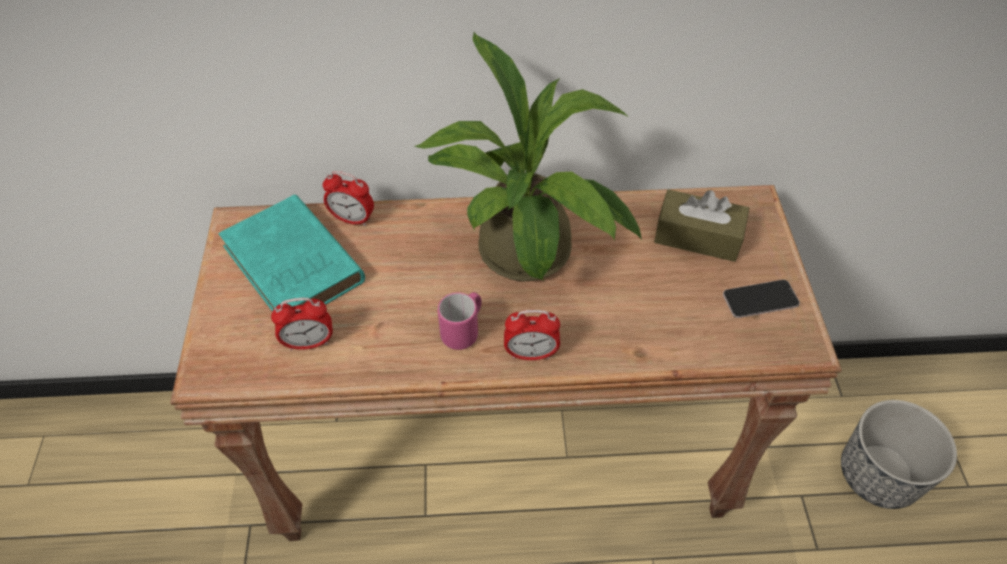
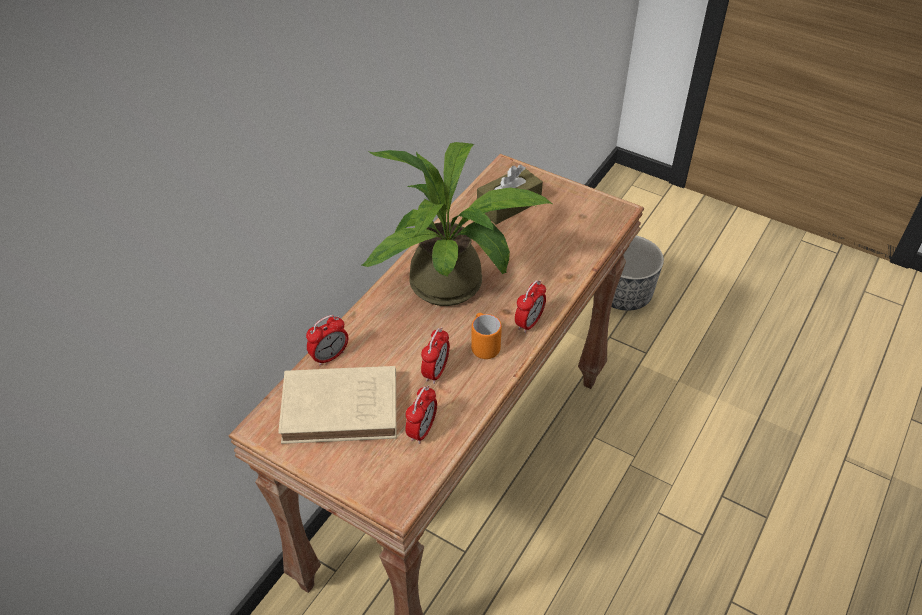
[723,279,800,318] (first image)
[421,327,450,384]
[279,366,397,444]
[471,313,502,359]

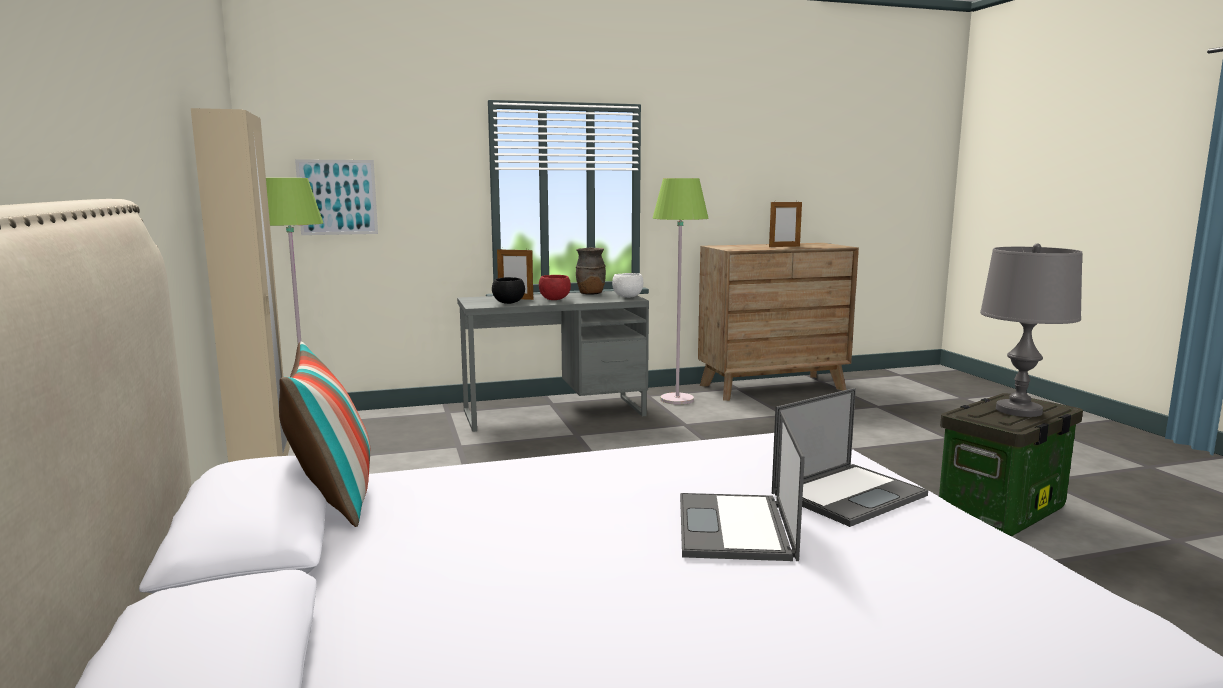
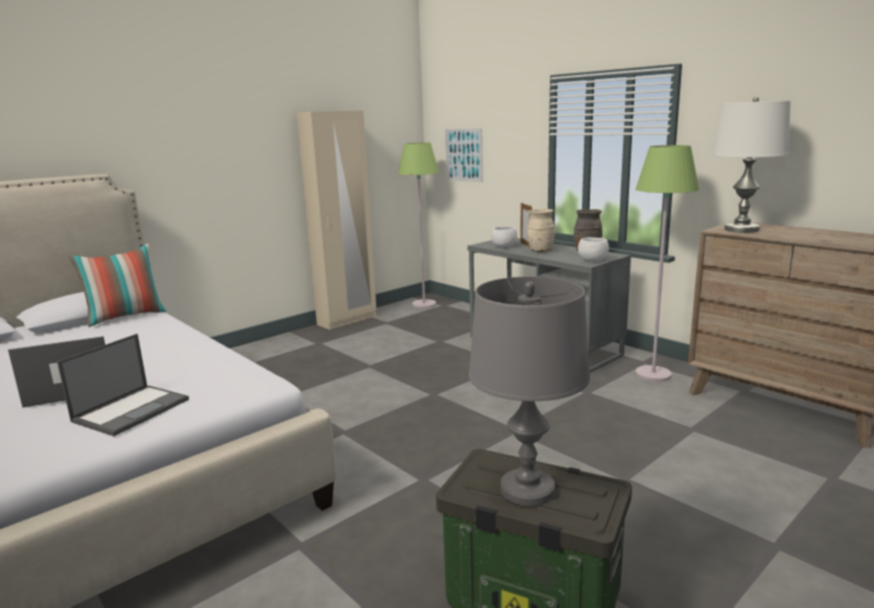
[769,200,802,247] (first image)
[713,97,791,233]
[527,209,555,252]
[491,226,518,248]
[57,334,189,436]

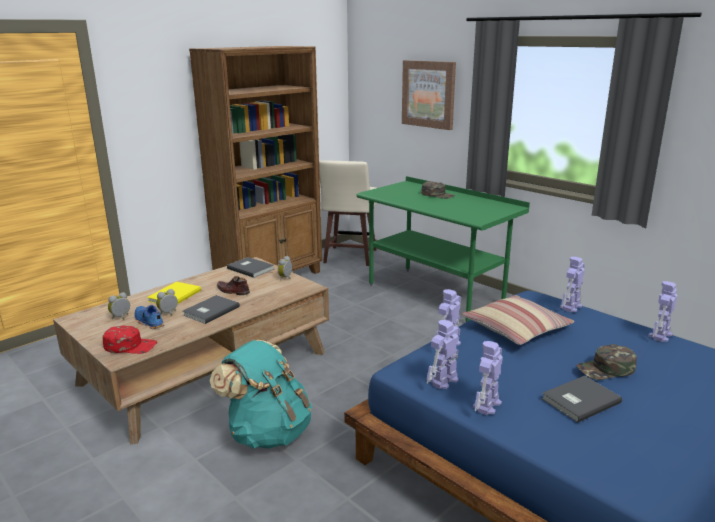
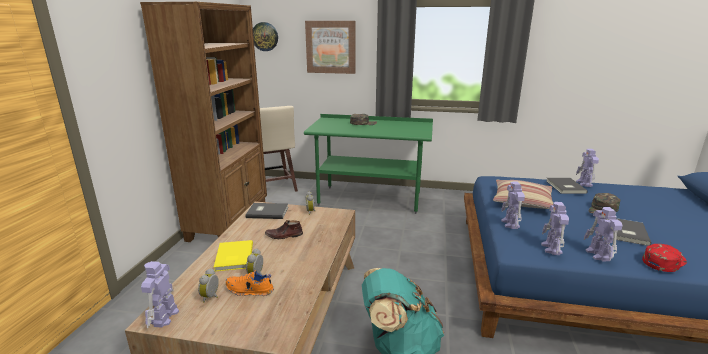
[253,22,278,51]
[642,244,687,272]
[547,178,588,194]
[141,261,179,328]
[226,271,274,296]

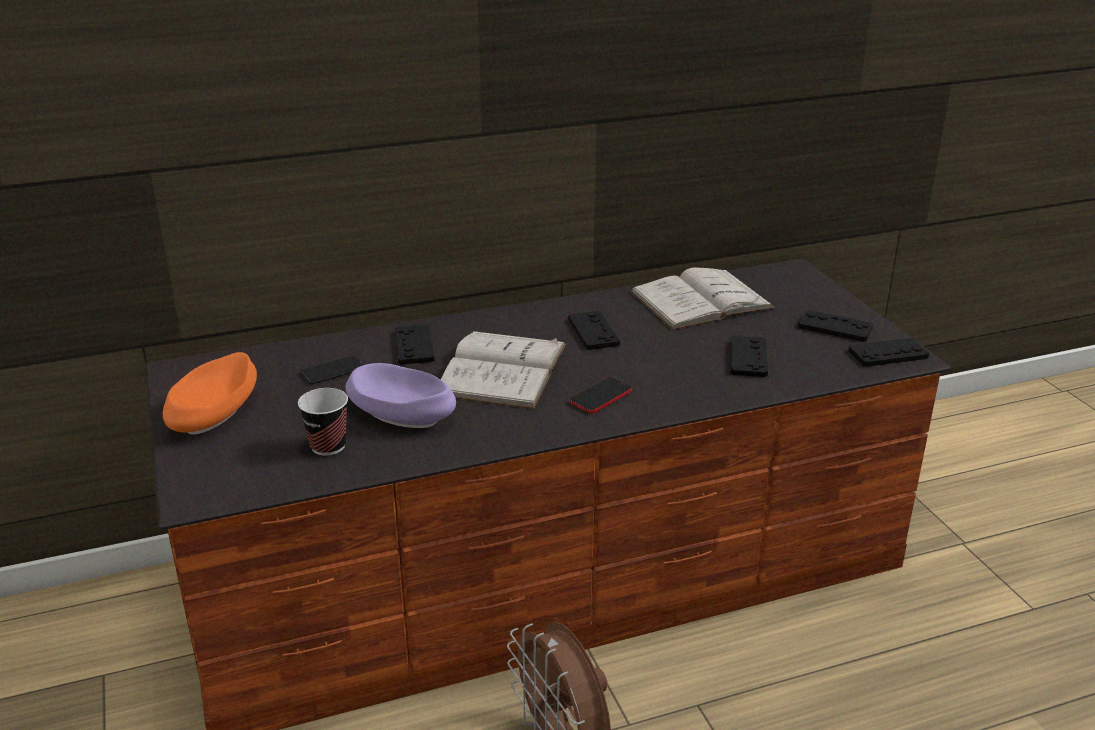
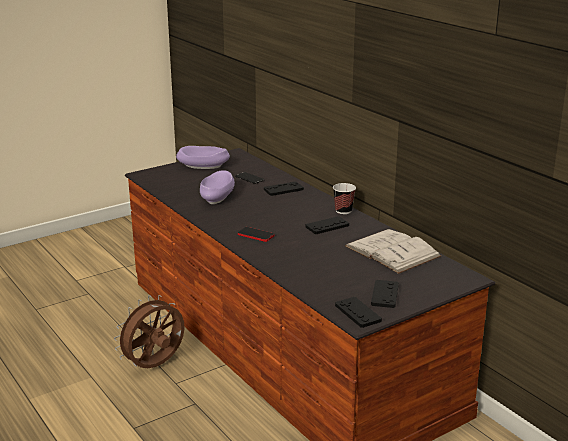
[440,331,566,409] (first image)
[730,336,768,377] (first image)
[333,183,356,214]
[176,146,230,169]

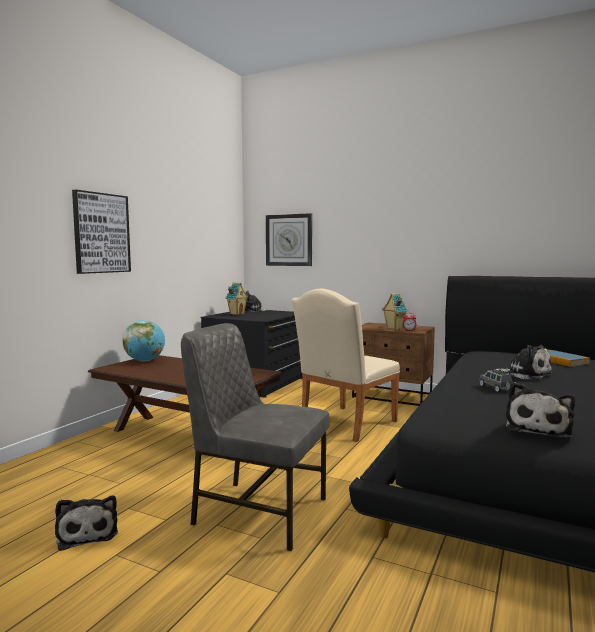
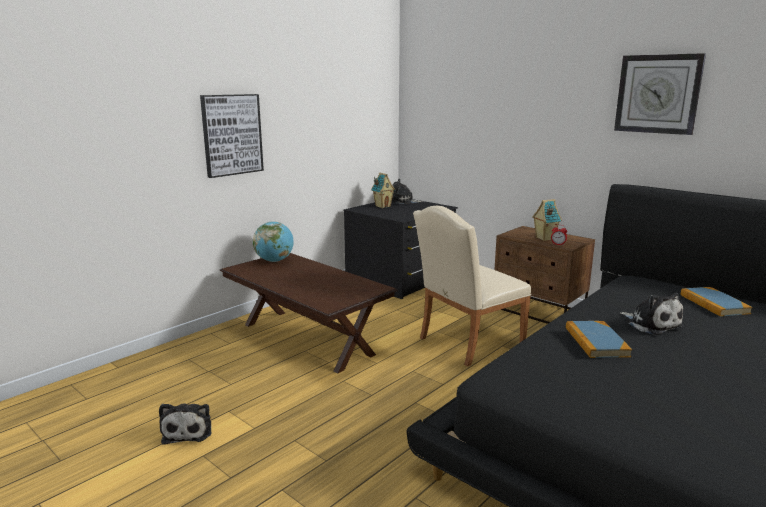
[181,323,330,551] (first image)
[506,382,575,438] (first image)
[614,53,706,135]
[566,321,632,358]

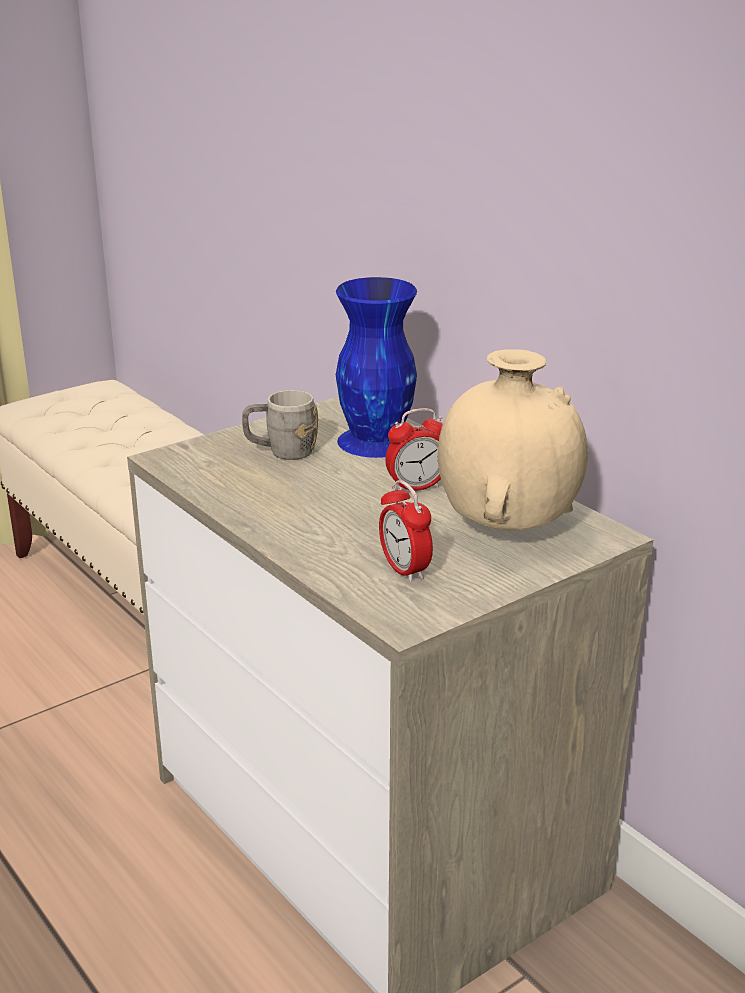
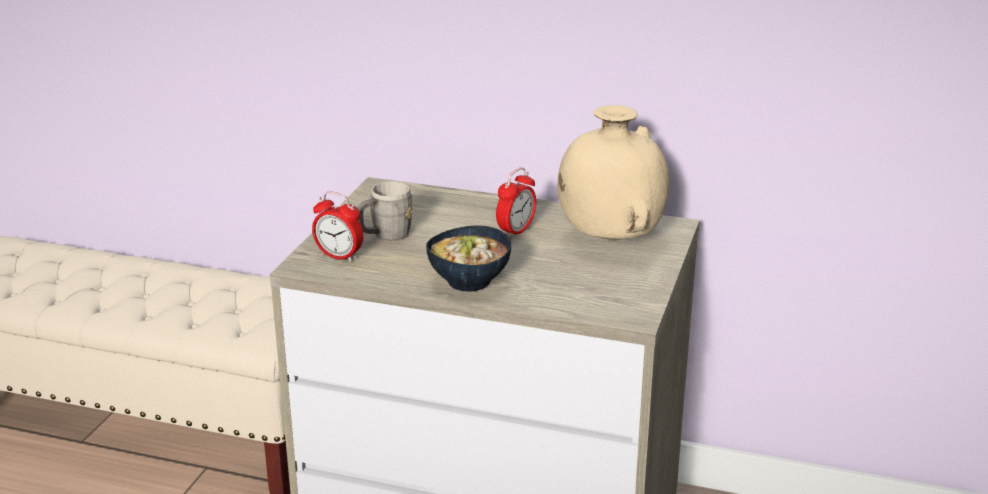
[336,277,417,458] (first image)
[426,226,511,292]
[312,192,363,262]

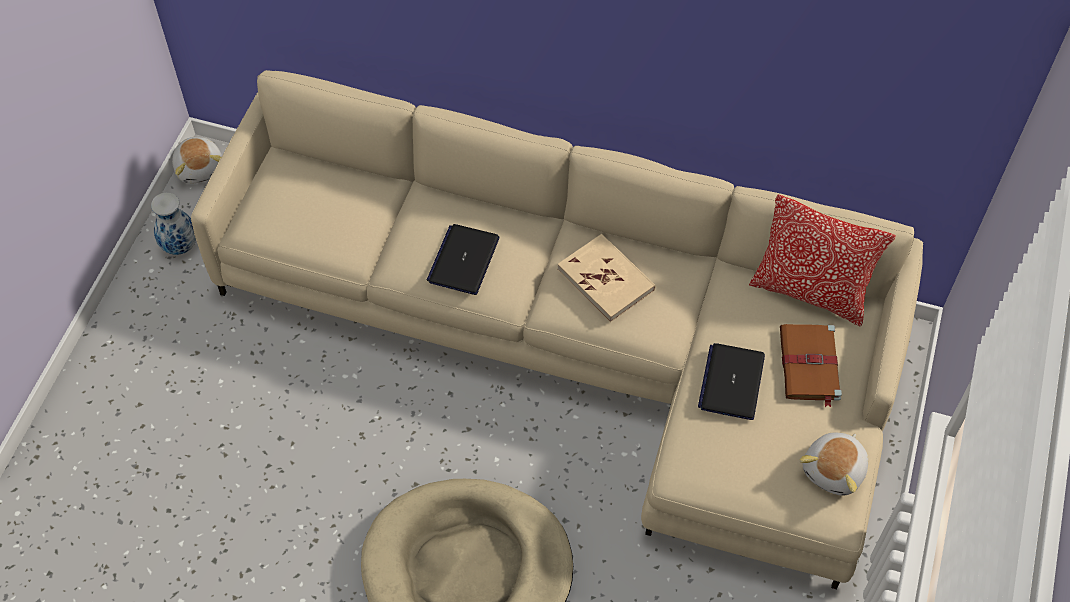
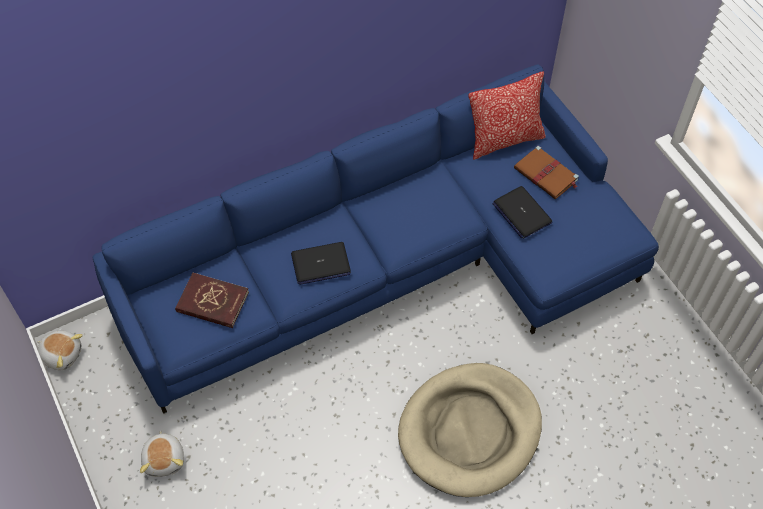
[151,193,196,255] (first image)
[557,234,656,322] (first image)
[175,273,249,328]
[140,430,184,477]
[92,64,659,414]
[291,242,351,285]

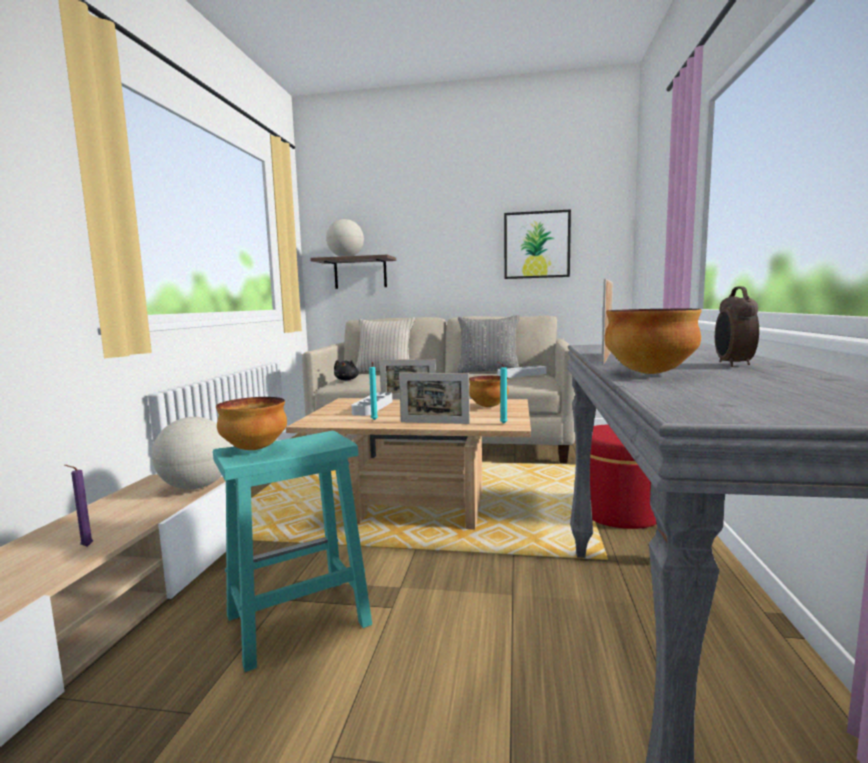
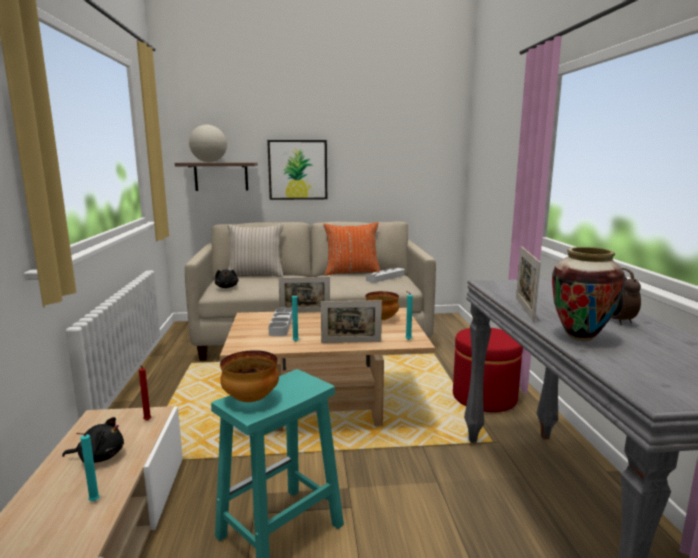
[62,417,124,463]
[267,140,327,200]
[139,366,151,421]
[552,247,625,341]
[76,433,100,501]
[323,222,380,276]

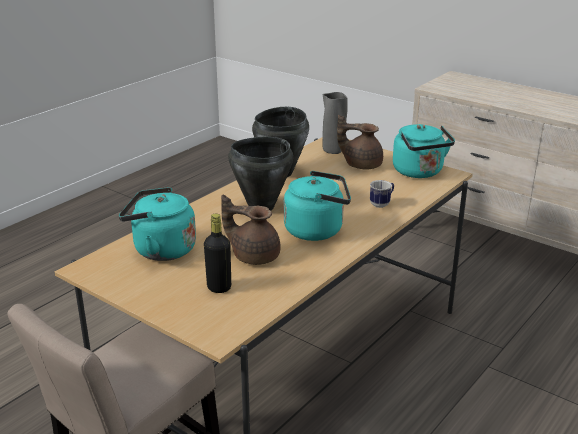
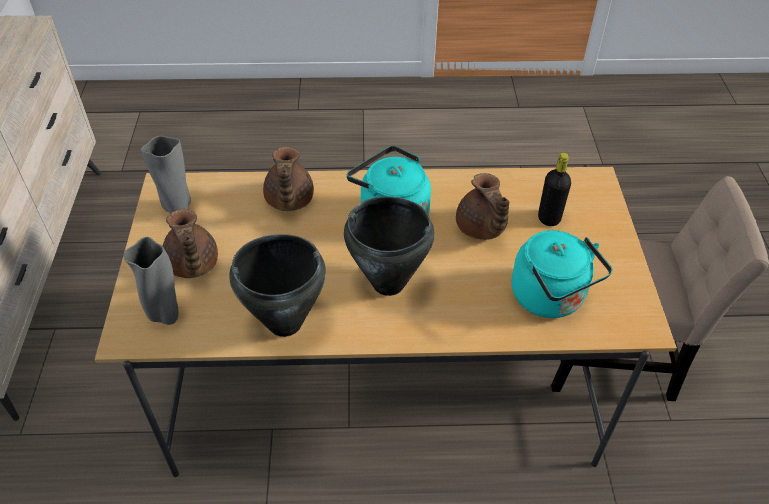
[263,146,314,211]
[141,136,191,214]

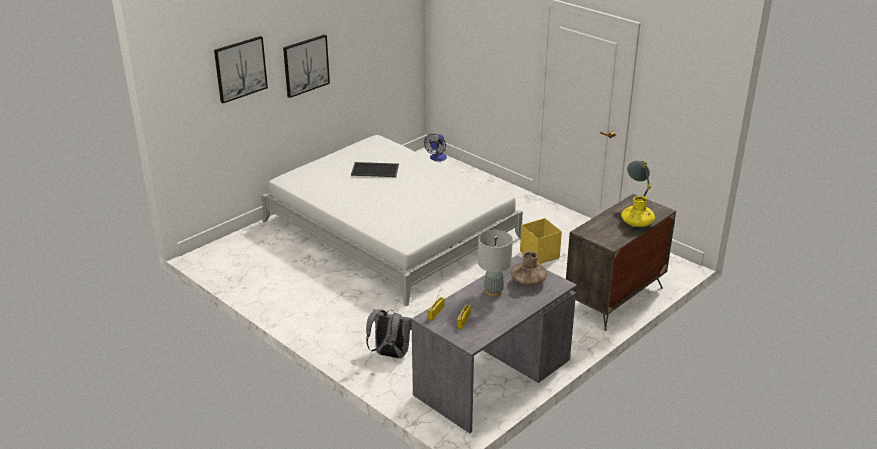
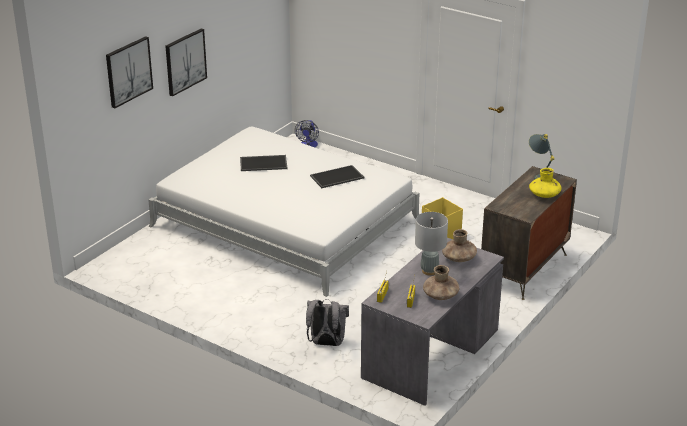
[310,165,364,188]
[423,265,459,300]

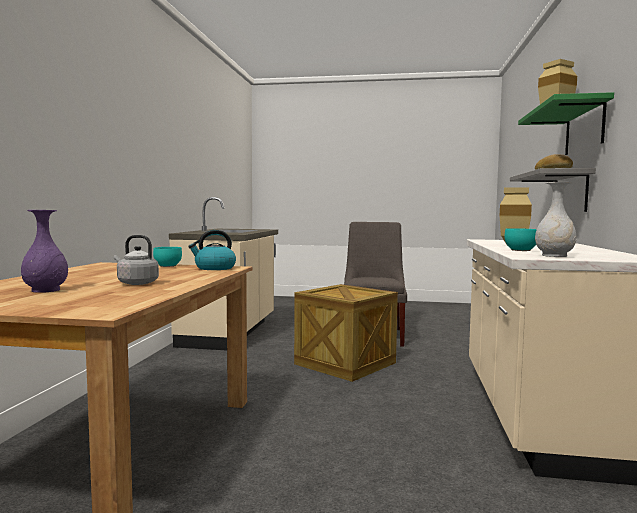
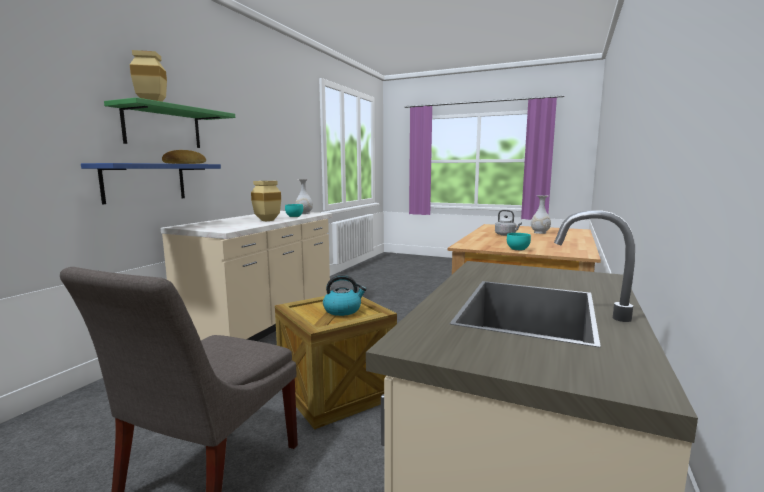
[323,275,367,316]
[531,195,551,234]
[81,163,221,204]

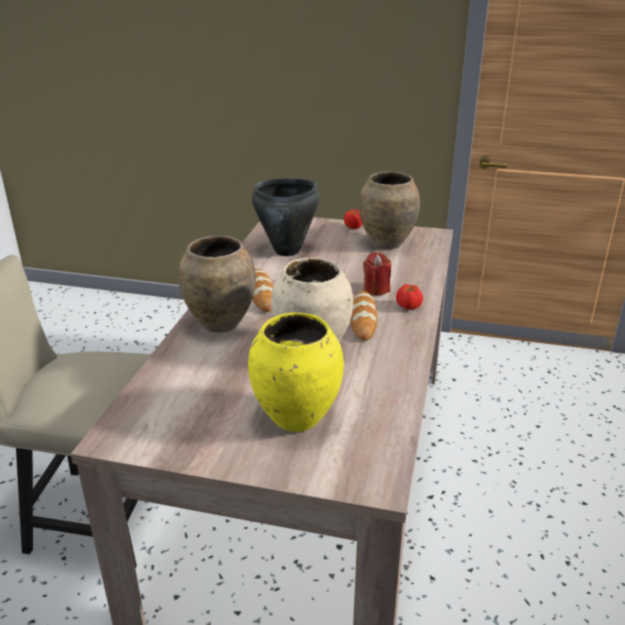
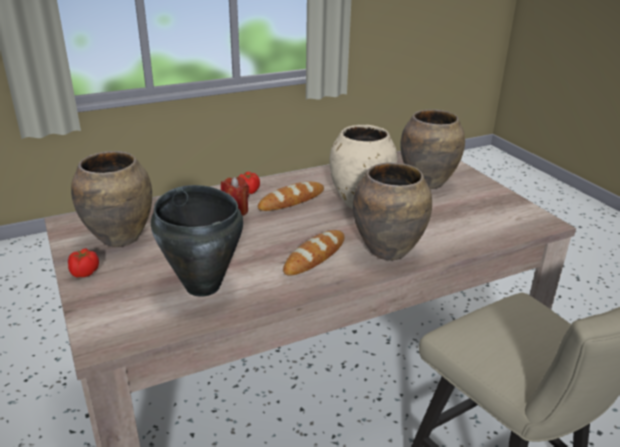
[401,109,465,189]

